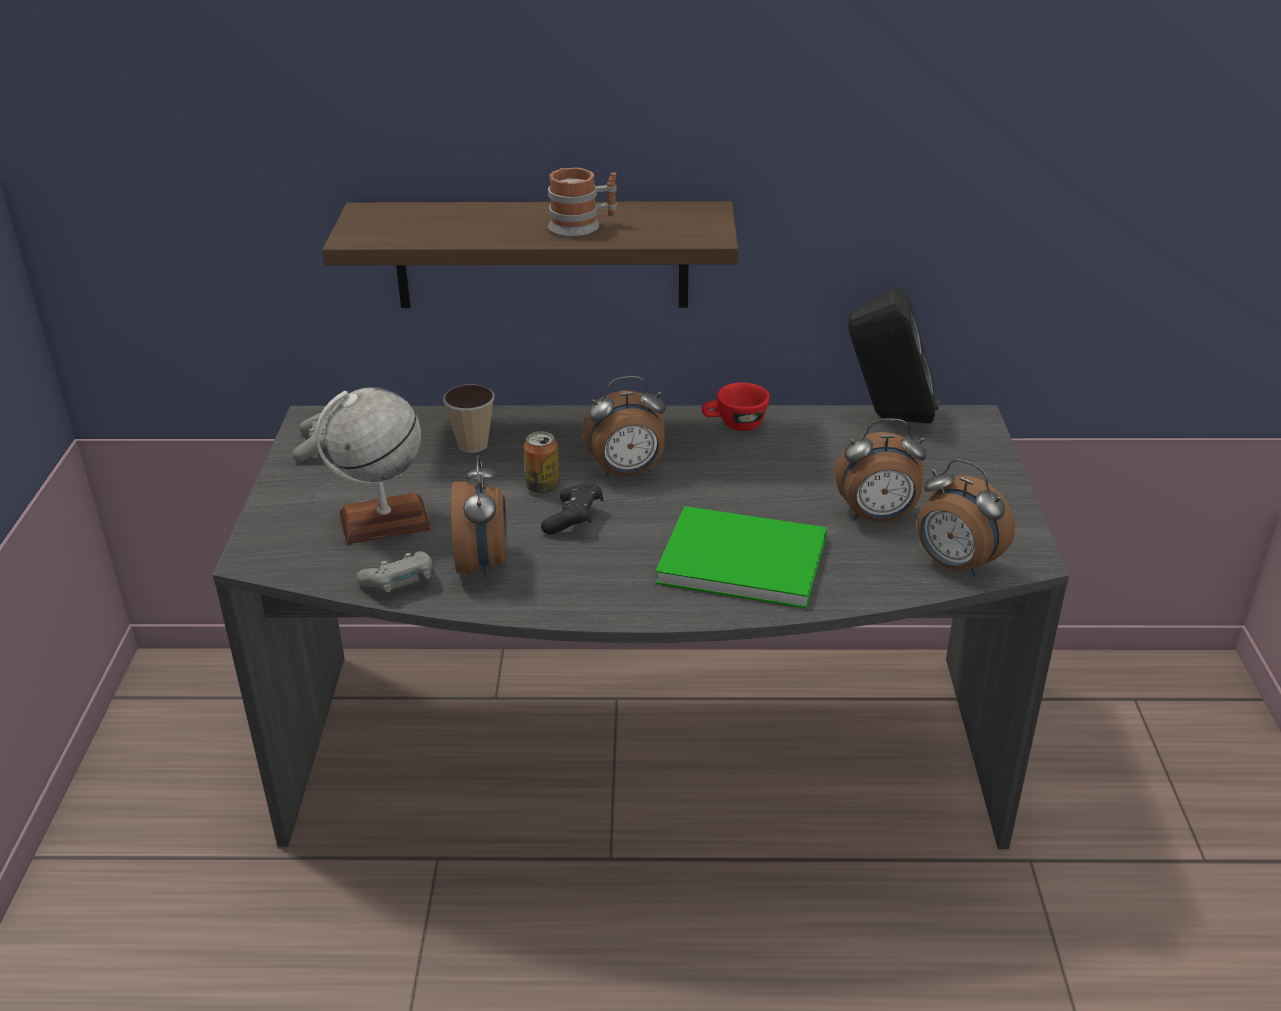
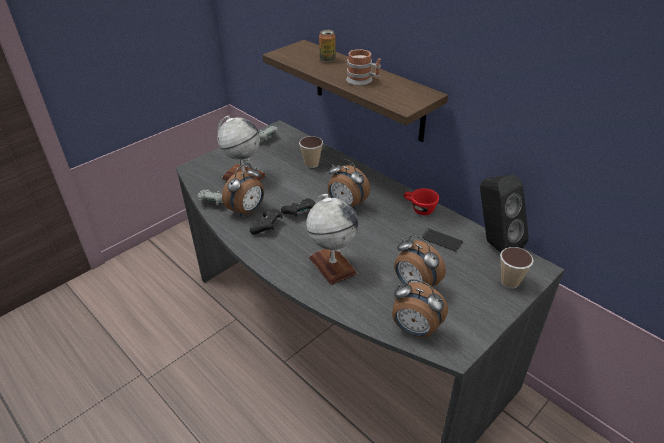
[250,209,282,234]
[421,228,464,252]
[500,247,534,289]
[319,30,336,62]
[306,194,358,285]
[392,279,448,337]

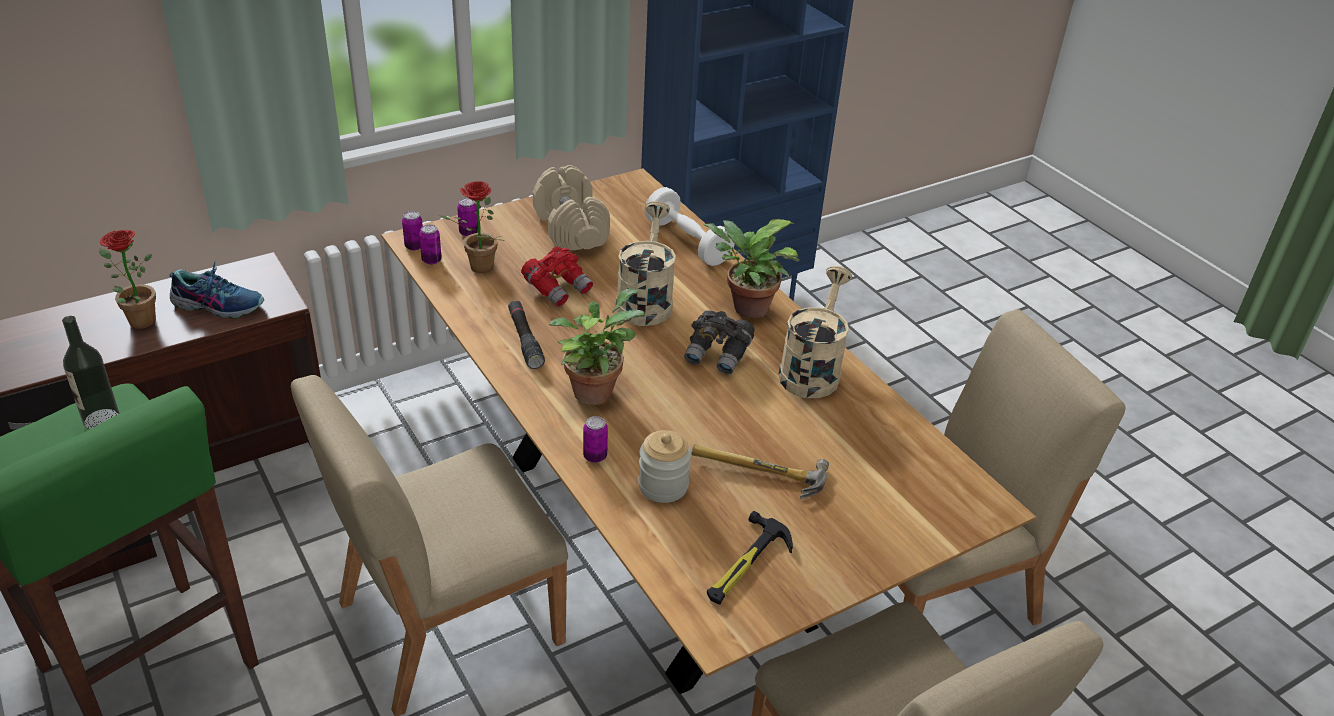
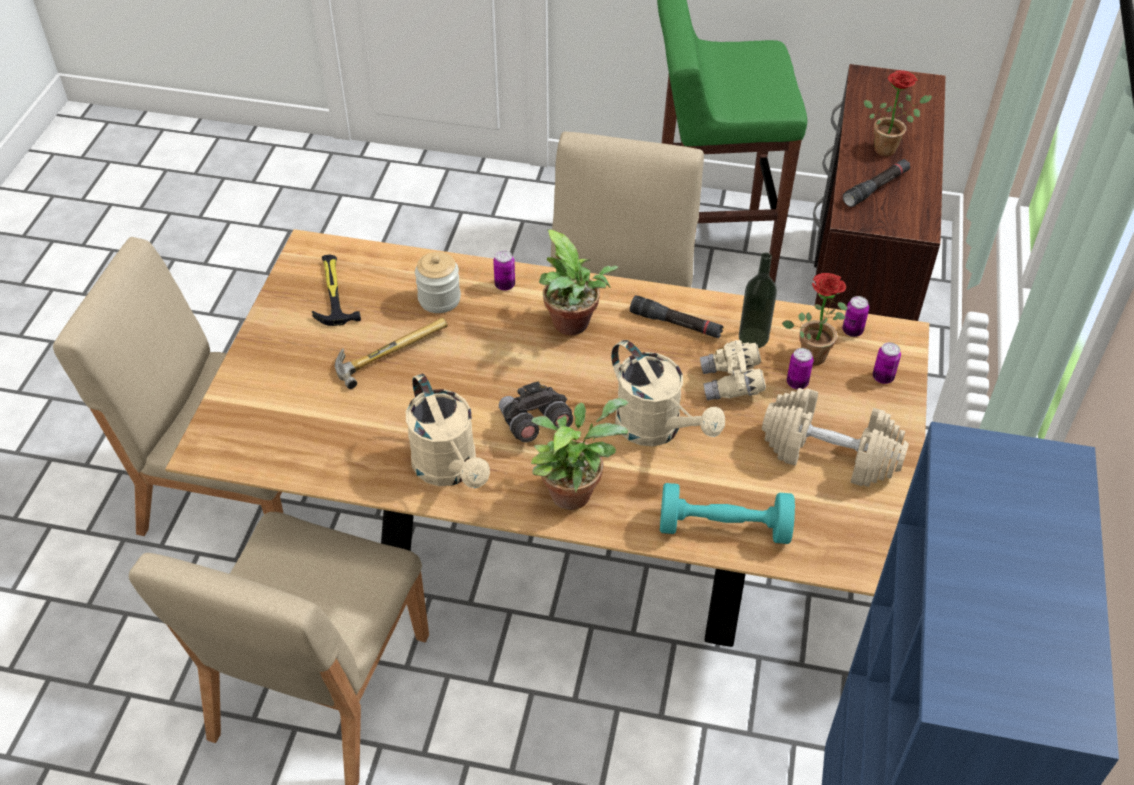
[739,252,777,348]
[787,348,814,389]
[843,159,910,207]
[700,340,766,401]
[660,483,795,544]

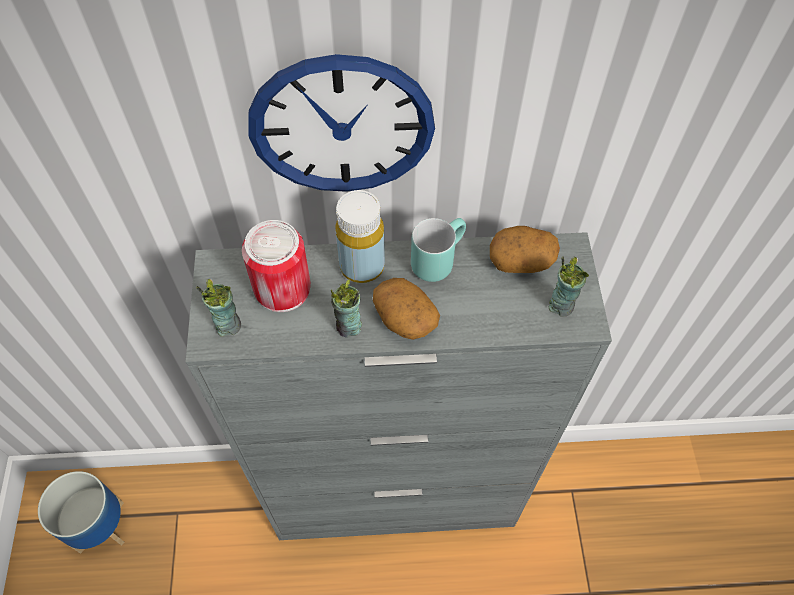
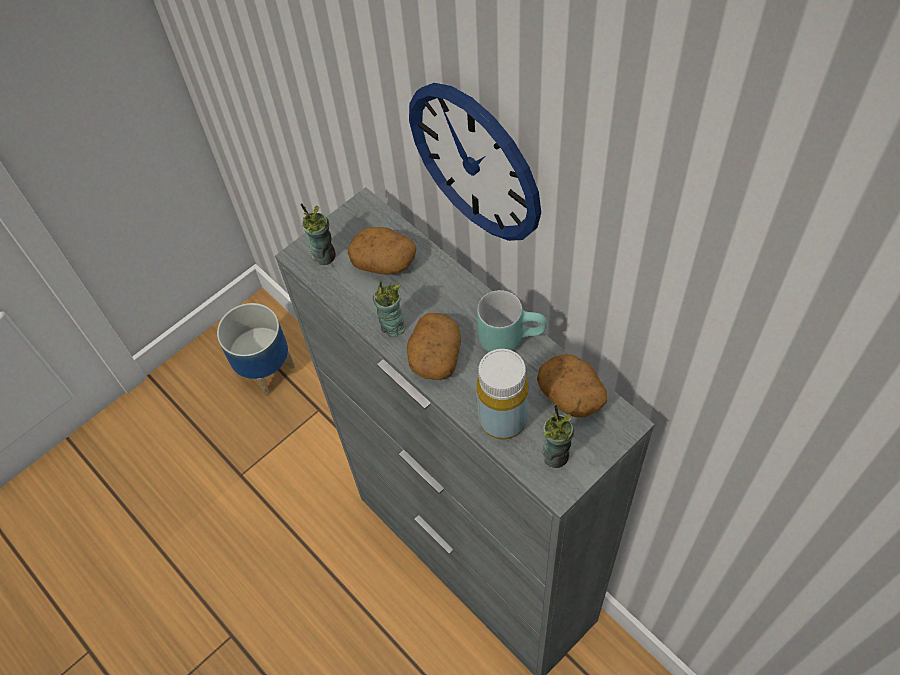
[476,349,528,440]
[348,227,416,274]

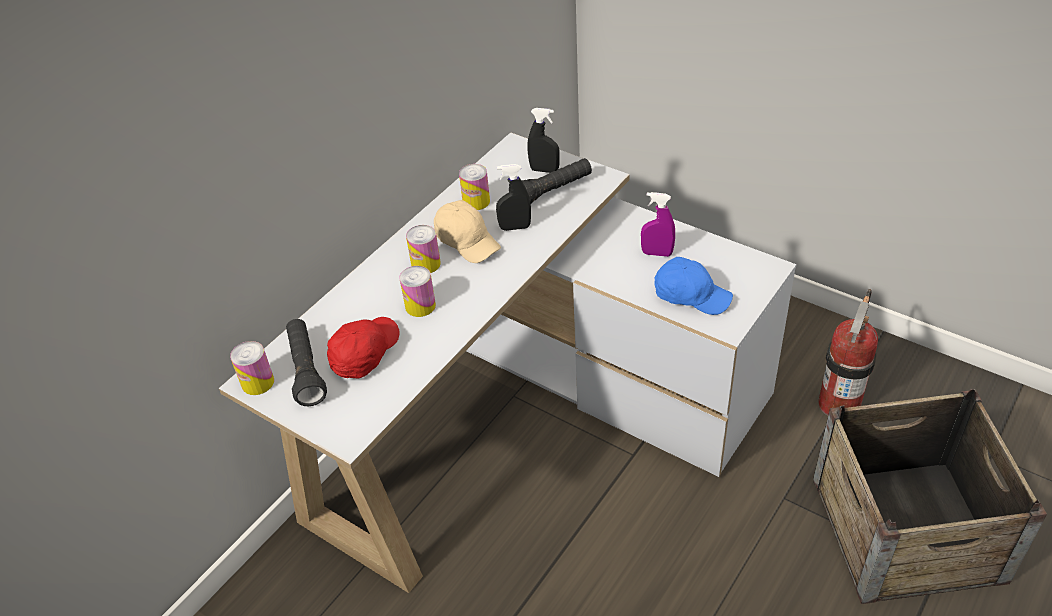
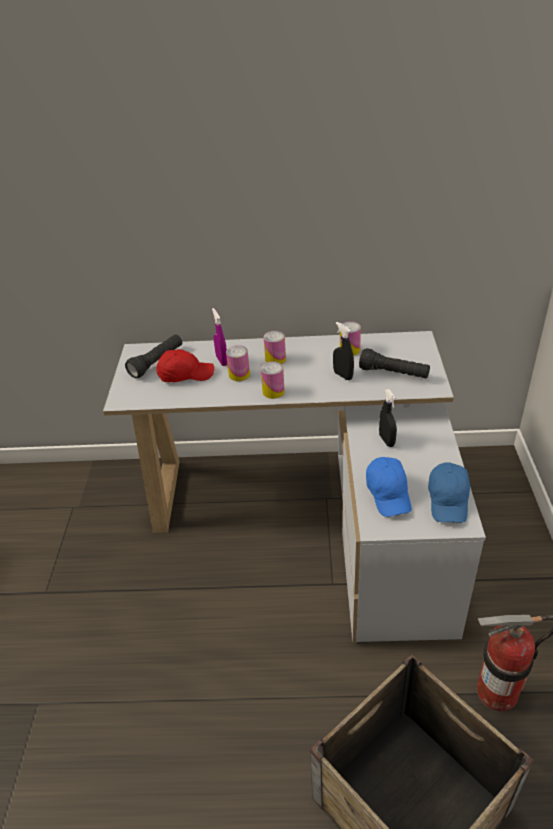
[434,200,501,263] (first image)
[428,462,470,523]
[261,361,285,399]
[379,389,397,447]
[212,308,227,366]

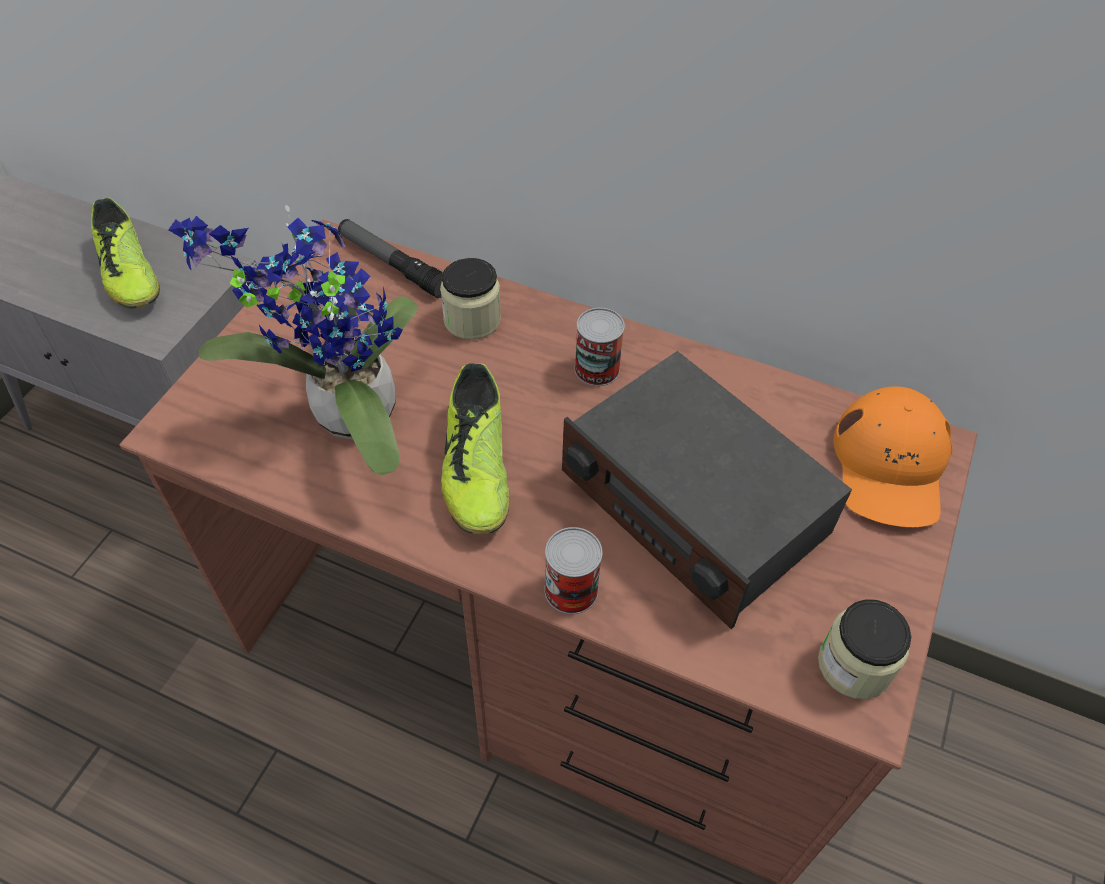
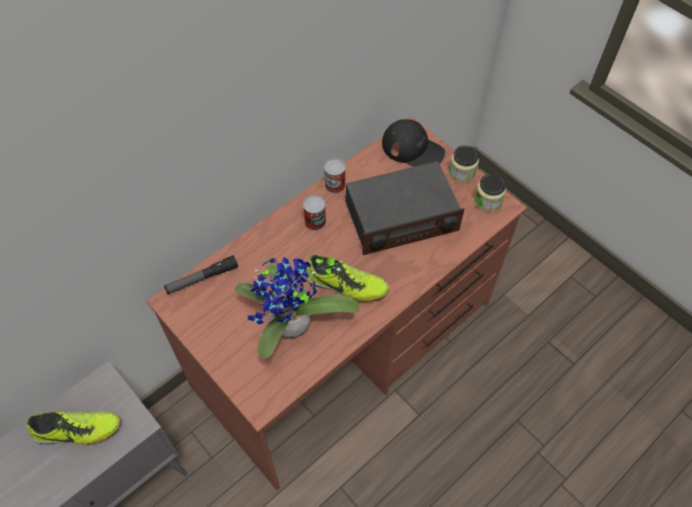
[449,145,479,183]
[324,158,346,193]
[382,119,445,167]

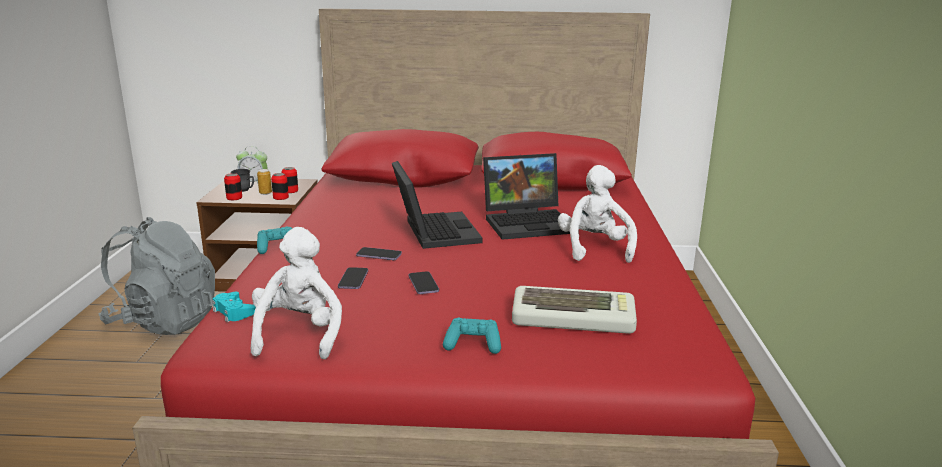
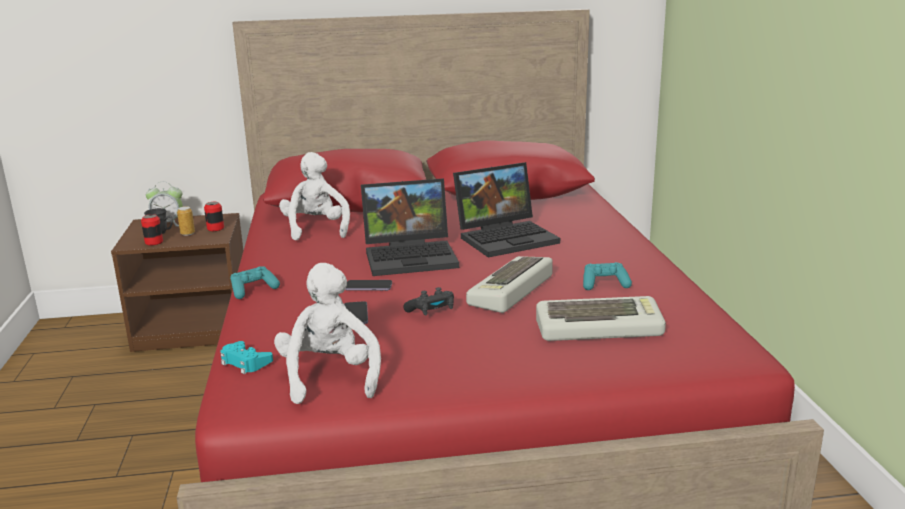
[99,217,215,335] (first image)
[271,173,289,200] (first image)
[466,256,553,313]
[583,262,632,290]
[279,152,350,240]
[403,287,454,315]
[361,178,459,276]

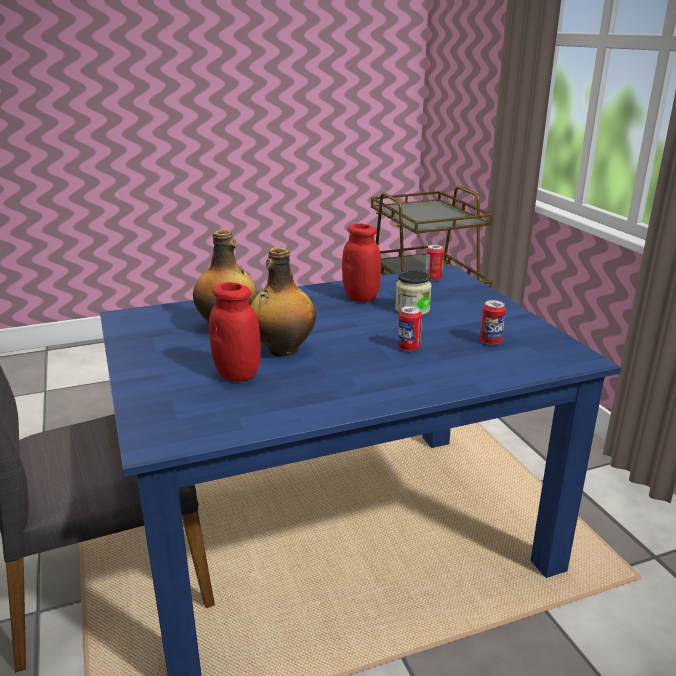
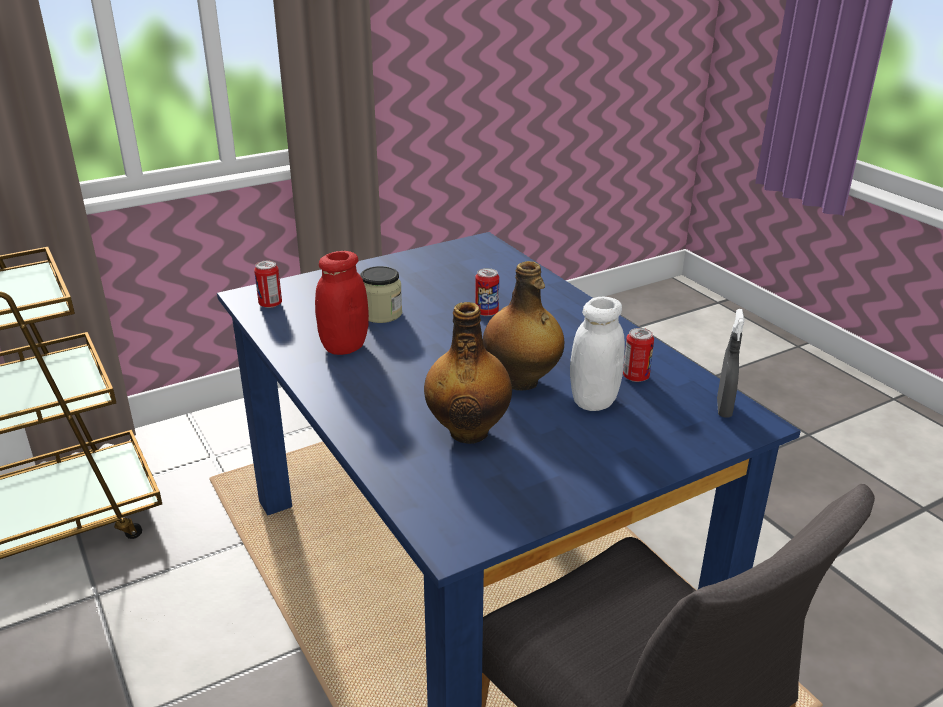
[717,309,745,418]
[623,328,654,382]
[570,297,625,411]

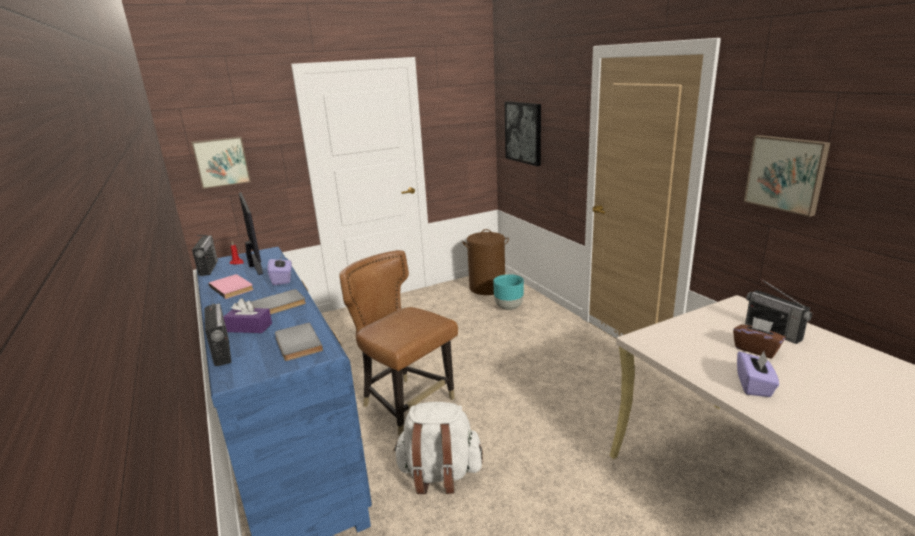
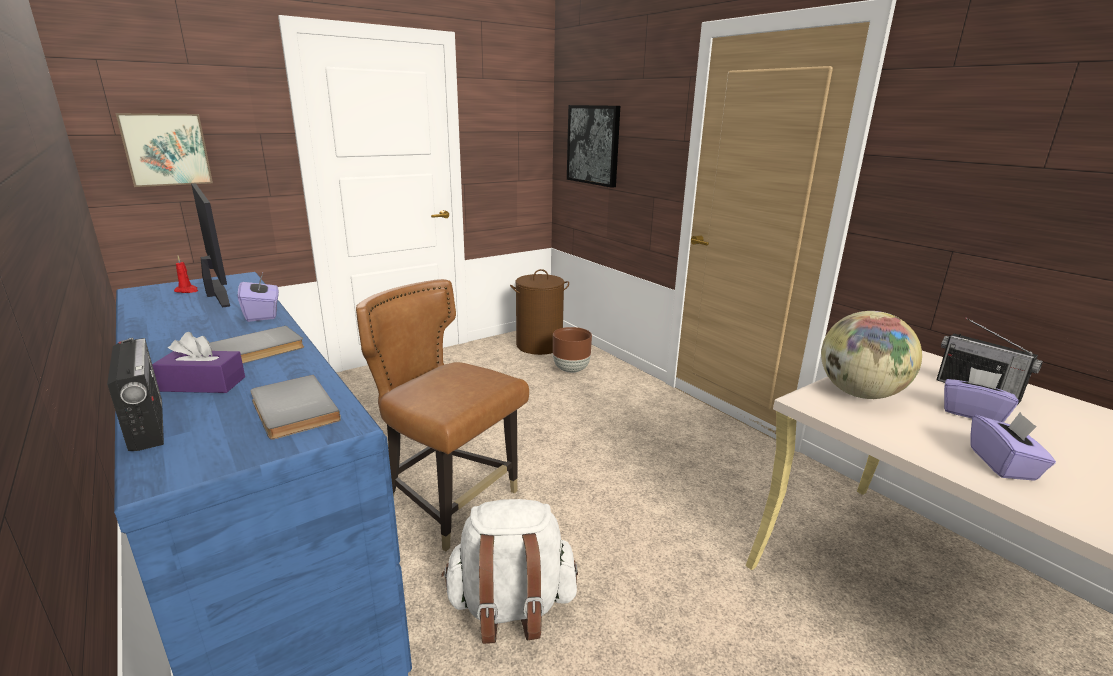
[192,235,218,276] (first image)
[209,274,254,299] (first image)
[743,135,830,217] (first image)
[821,311,922,399]
[553,327,592,373]
[944,367,1019,422]

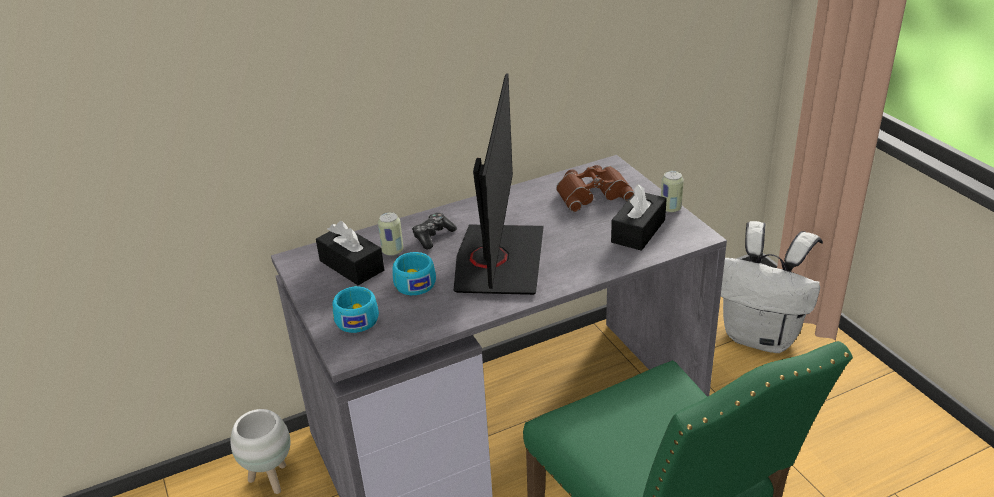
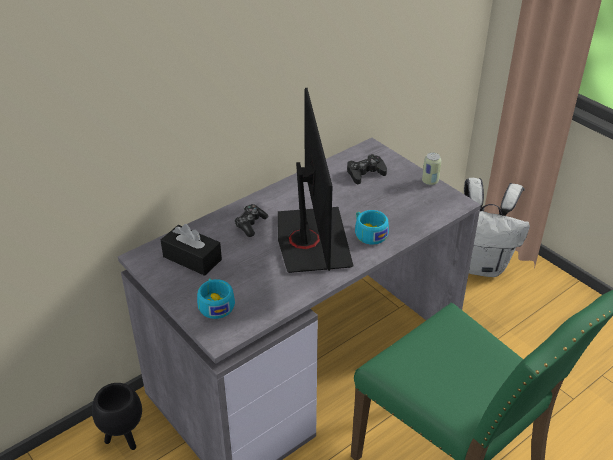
[378,212,404,256] (first image)
[611,184,667,251] (first image)
[355,210,389,244]
[347,154,387,184]
[92,383,142,450]

